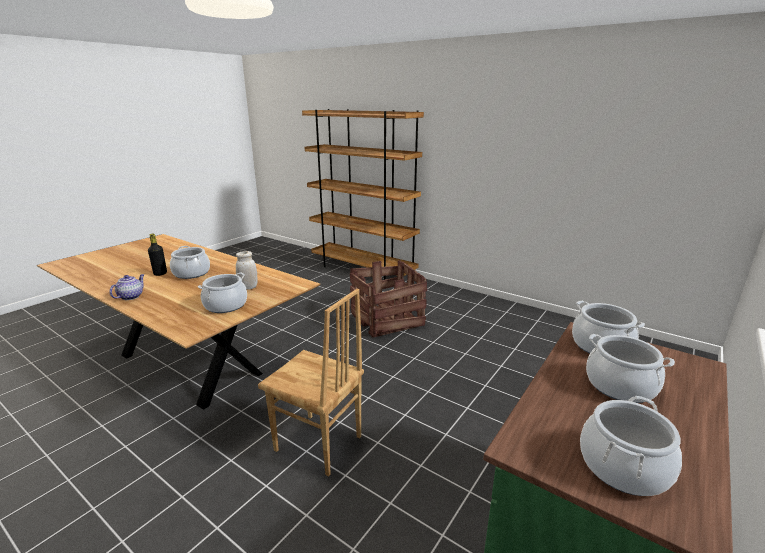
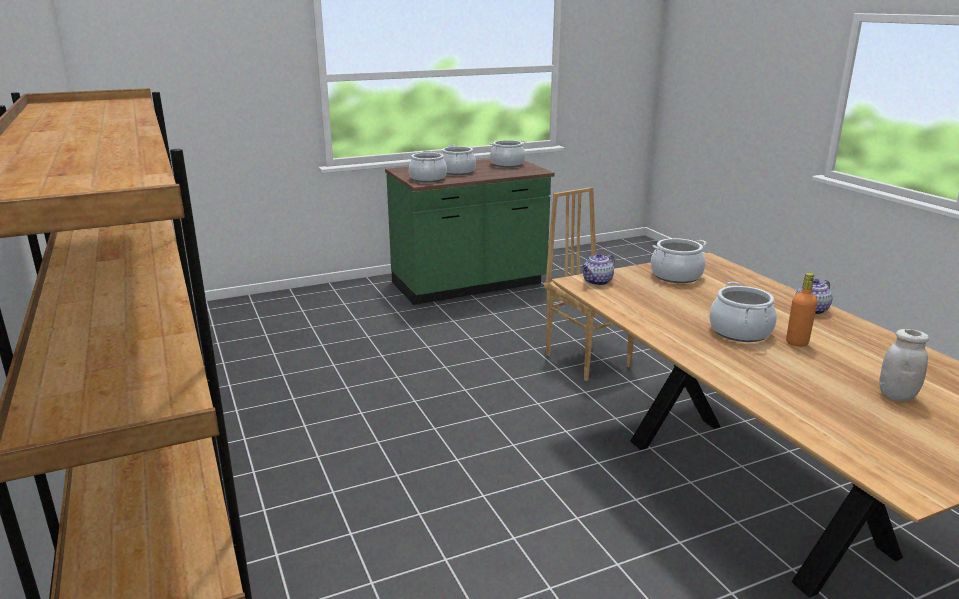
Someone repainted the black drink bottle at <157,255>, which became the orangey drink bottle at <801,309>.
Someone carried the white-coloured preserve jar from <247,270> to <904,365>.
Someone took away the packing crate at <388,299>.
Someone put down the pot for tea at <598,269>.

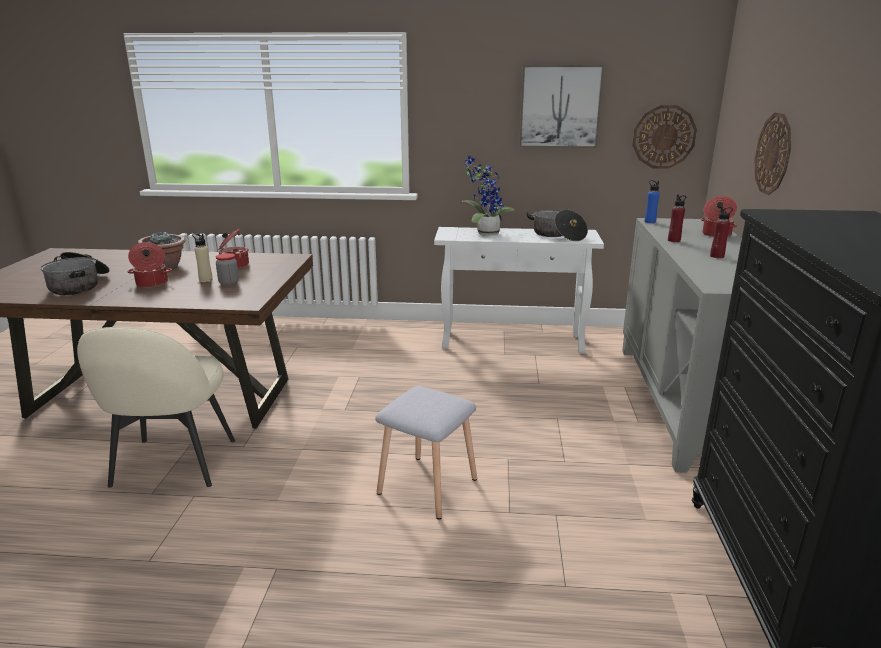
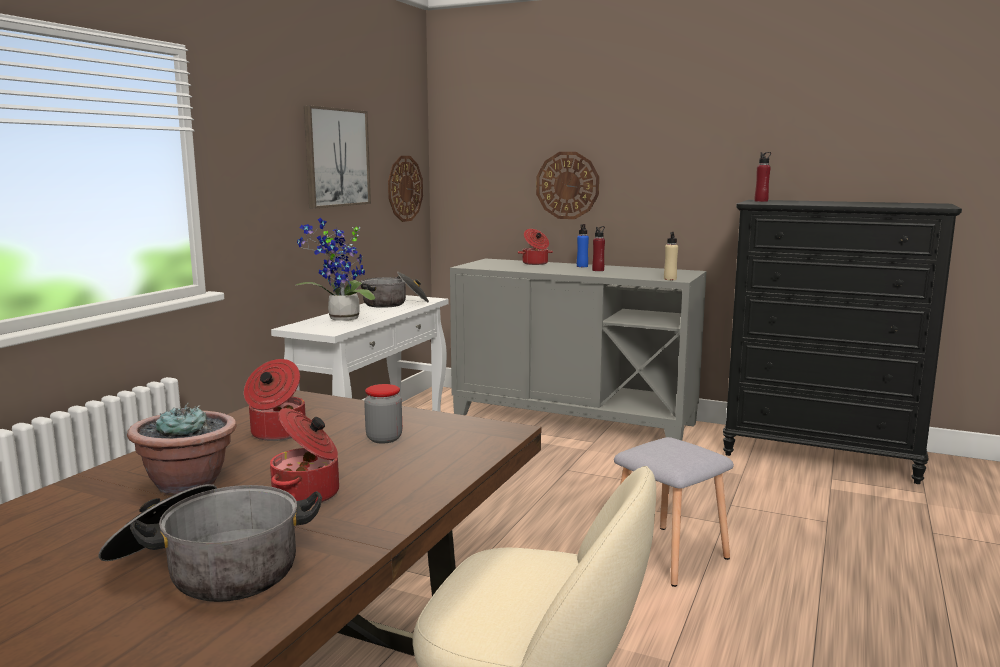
Someone carried the beige drink bottle from <202,257> to <671,256>.
Someone carried the bluish drink bottle from <652,201> to <583,245>.
Someone carried the red drink bottle from <677,218> to <763,177>.

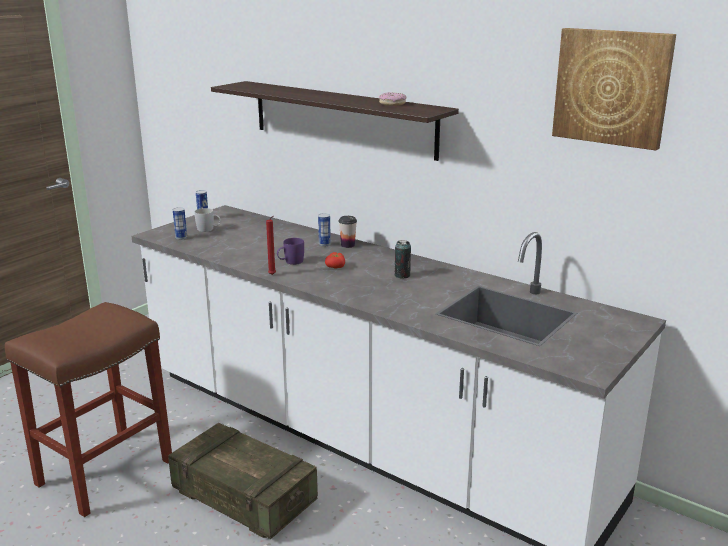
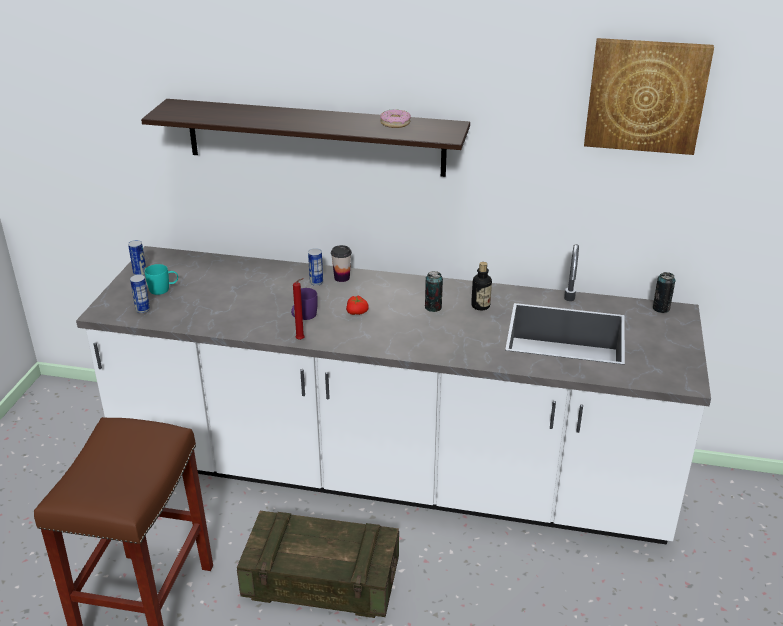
Someone repainted the white-coloured tea mug at <208,220>, which became the turquoise tea mug at <161,279>.
Someone put down the drink bottle at <481,286>.
Someone put down the sealed can at <664,292>.

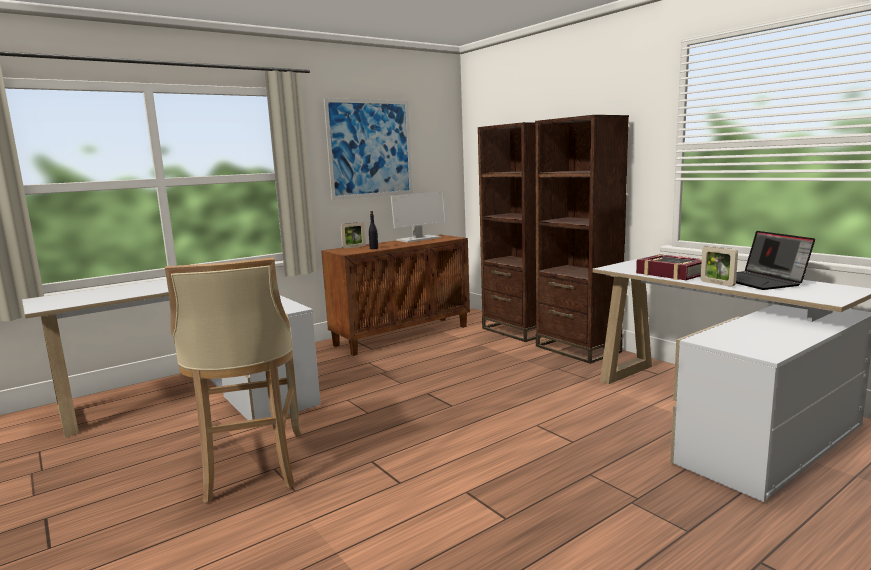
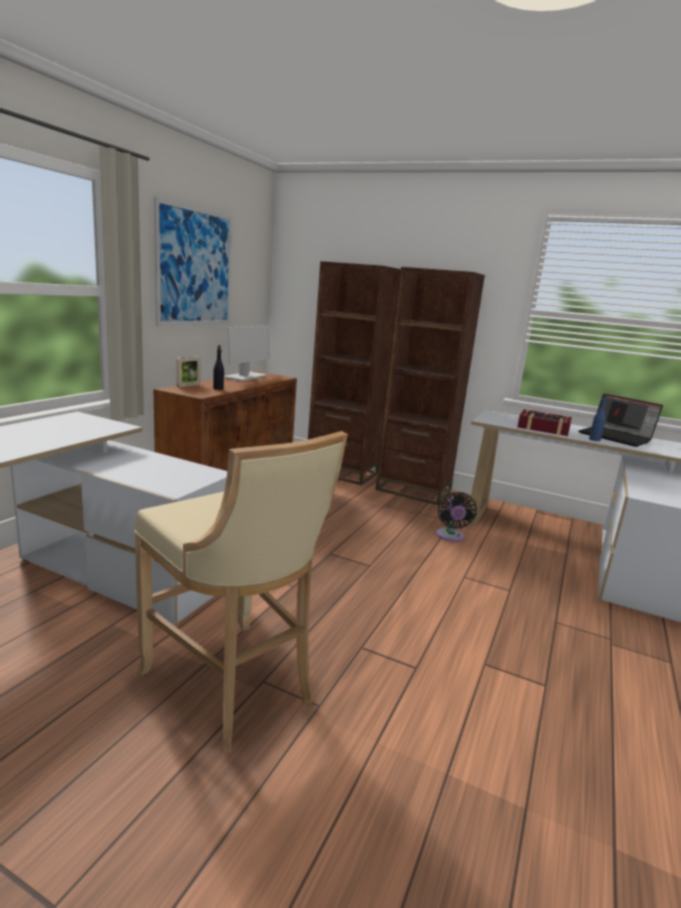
Someone swapped the standing frame at <719,266> for the bluish drink bottle at <598,417>.
Someone put down the black cooling fan at <456,517>.

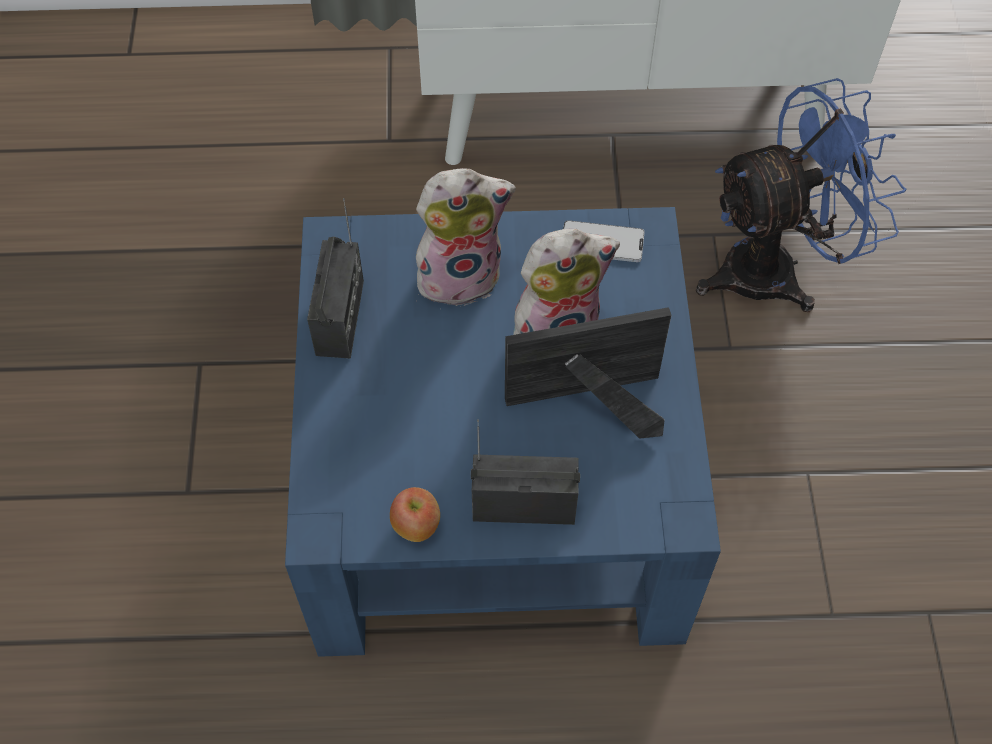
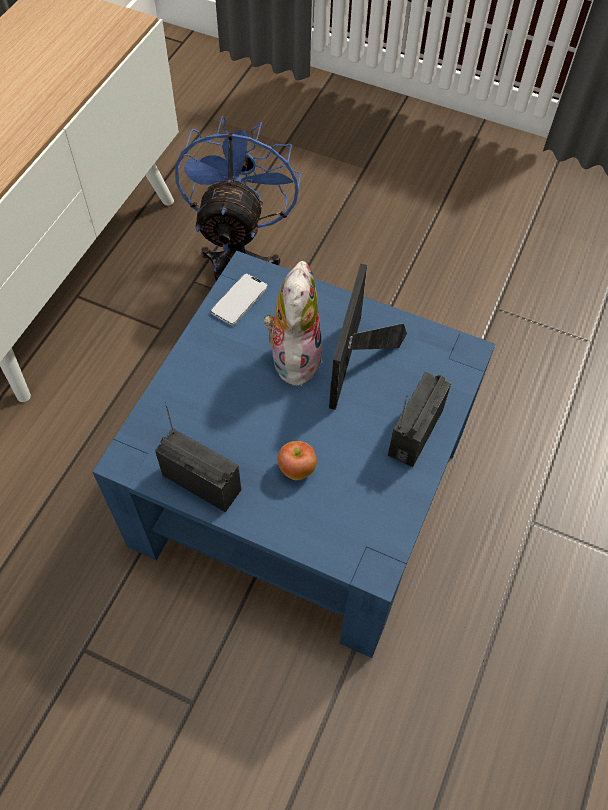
Someone carried the whole apple from <415,514> to <297,460>.
Someone took away the soft toy at <466,238>.

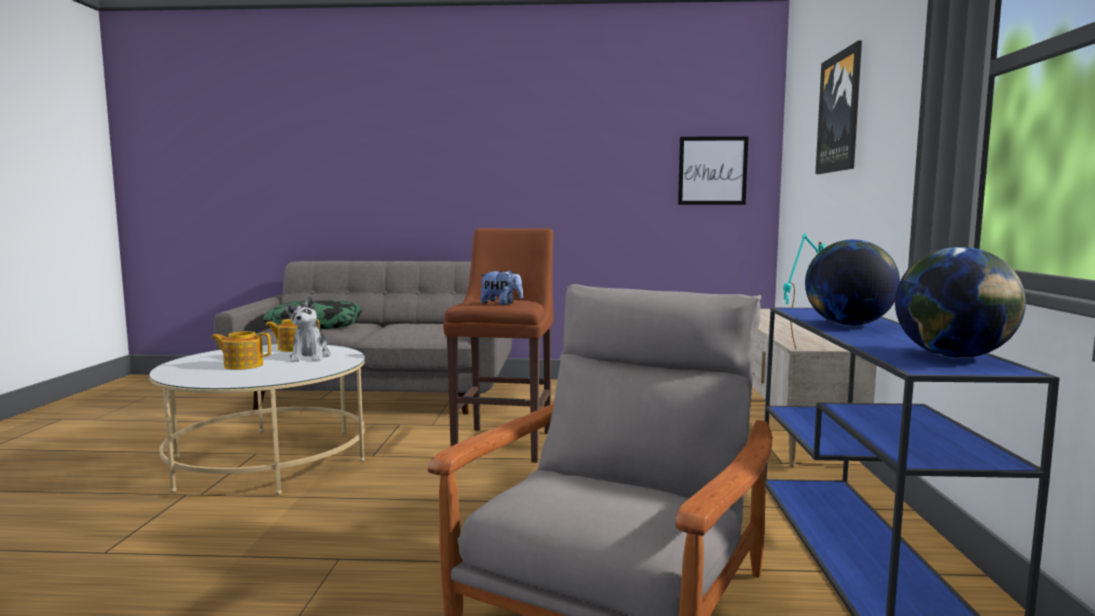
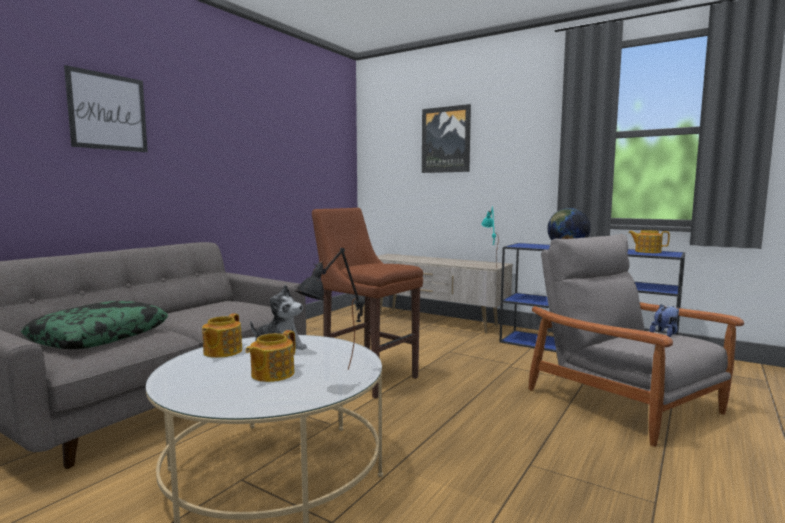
Someone carried the soft toy from <501,287> to <664,320>.
Someone carried the wall picture from <713,170> to <106,108>.
Someone swapped the globe at <960,302> for the pot for tea at <649,241>.
Someone put down the black table lamp at <330,309>.

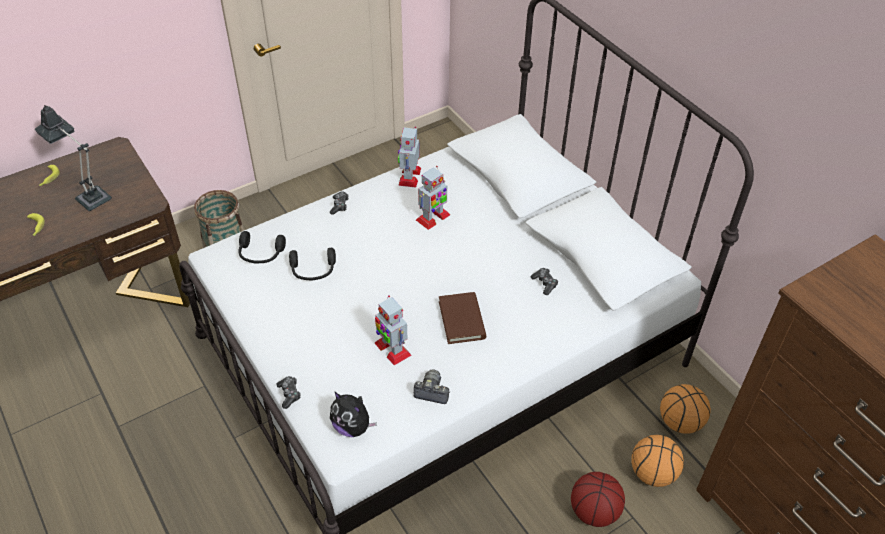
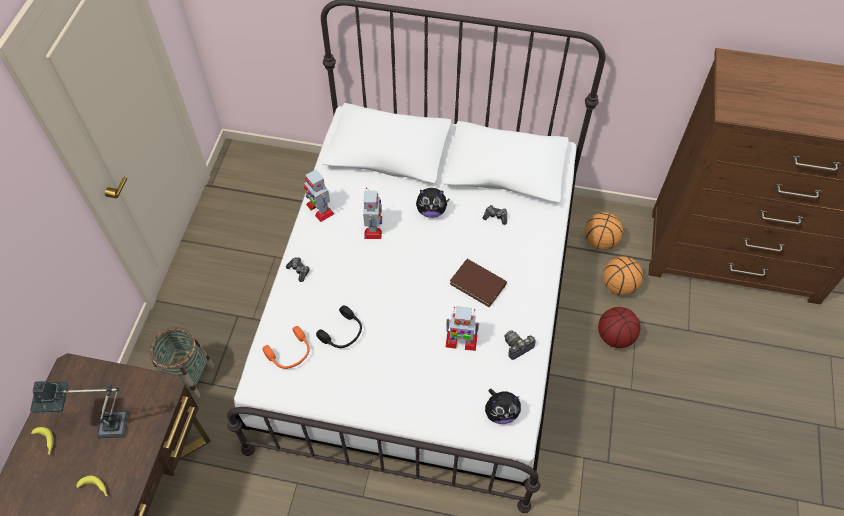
Someone repainted the black headphones at <262,247>, which became the orangey headphones at <286,347>.
Someone took away the joypad at <289,392>.
Someone put down the soft toy at <433,203>.

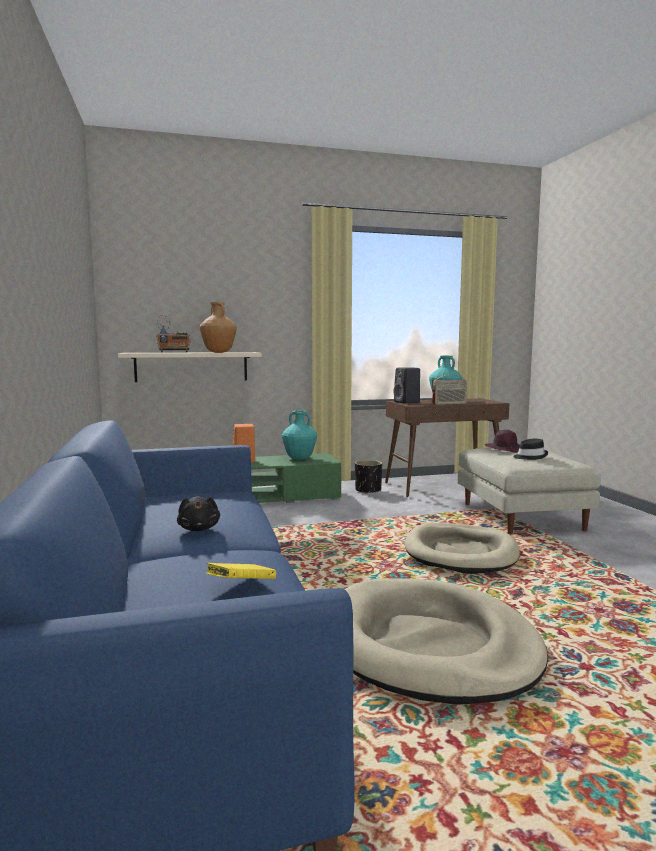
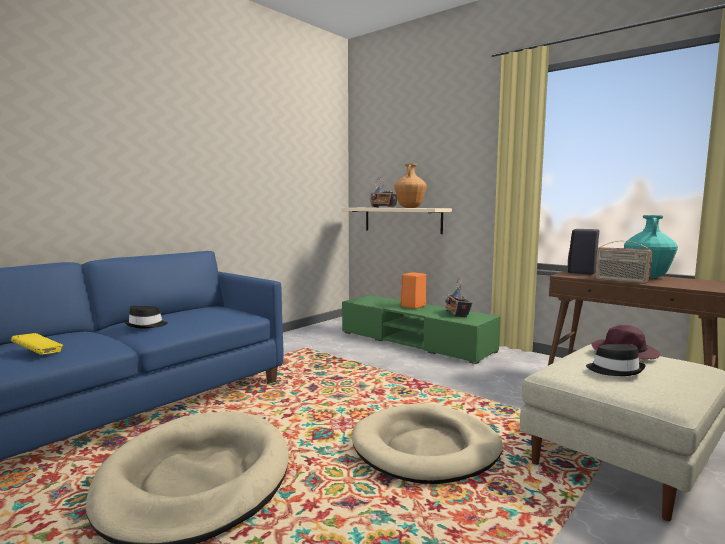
Someone swapped the black soft toy at <198,513> for the black wearable hat at <146,317>.
Someone swapped the turquoise flower vase at <299,435> for the radio receiver at <458,297>.
Someone took away the black plant pot at <368,477>.

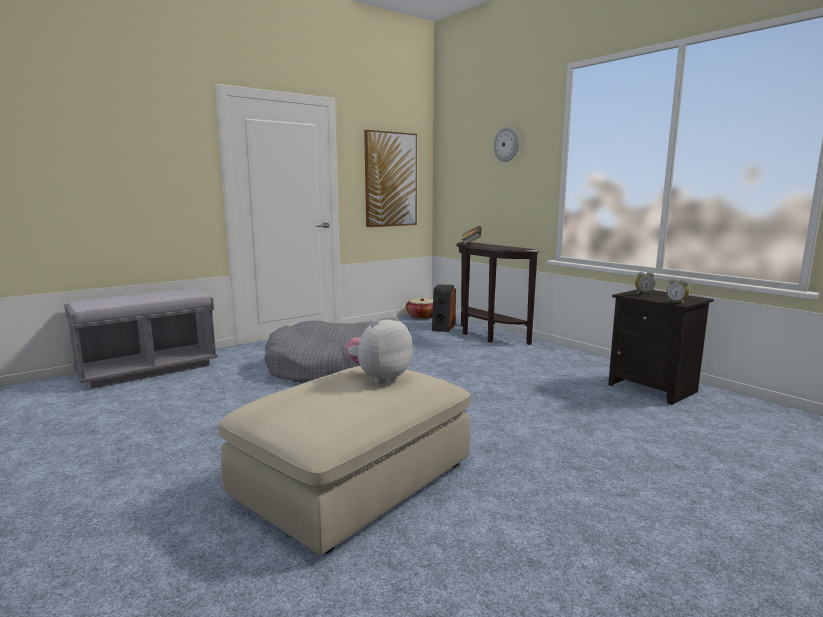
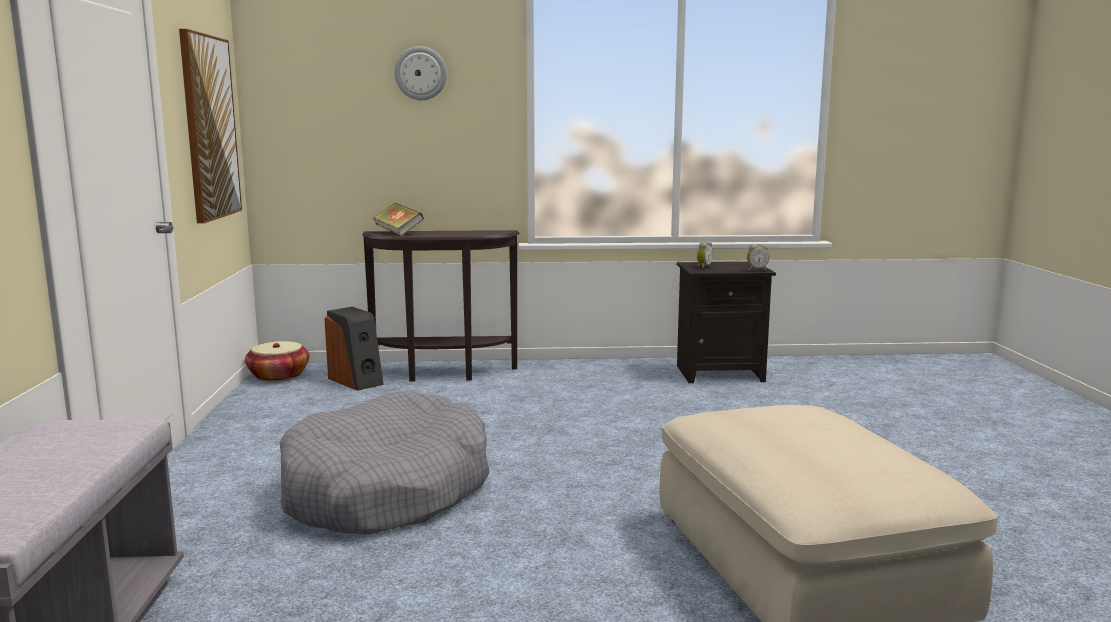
Someone took away the soft toy at <379,349>.

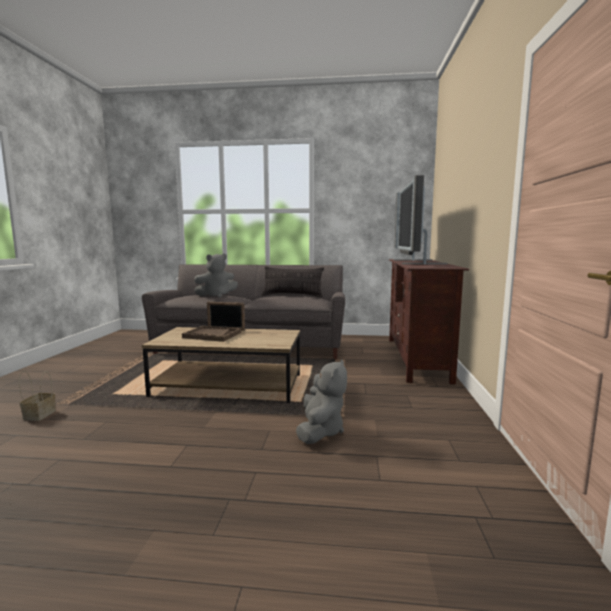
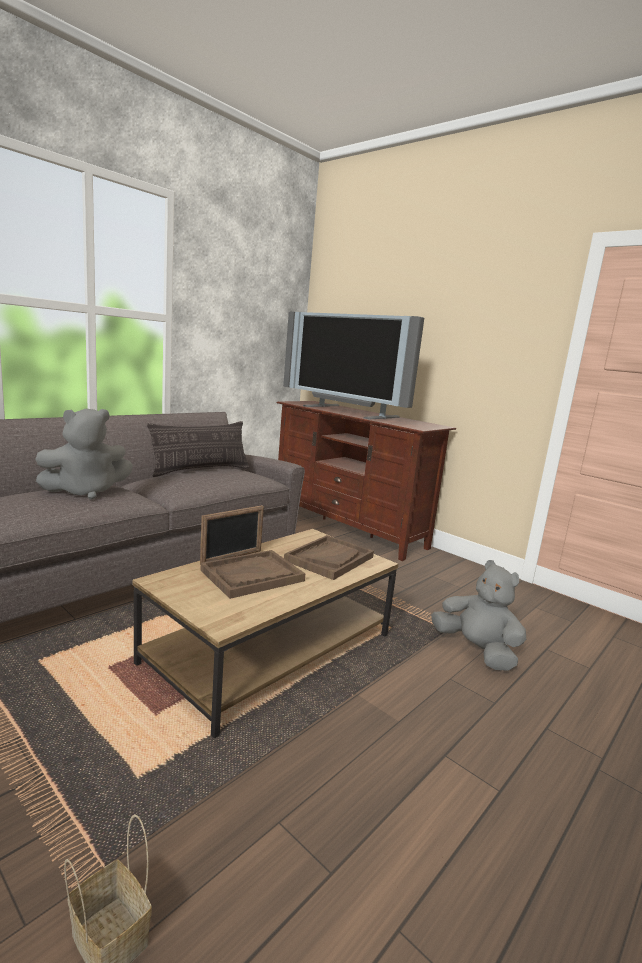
Someone rotated the greyish soft toy at <216,275> by 45 degrees clockwise.
Someone put down the brown-coloured serving tray at <329,557>.

